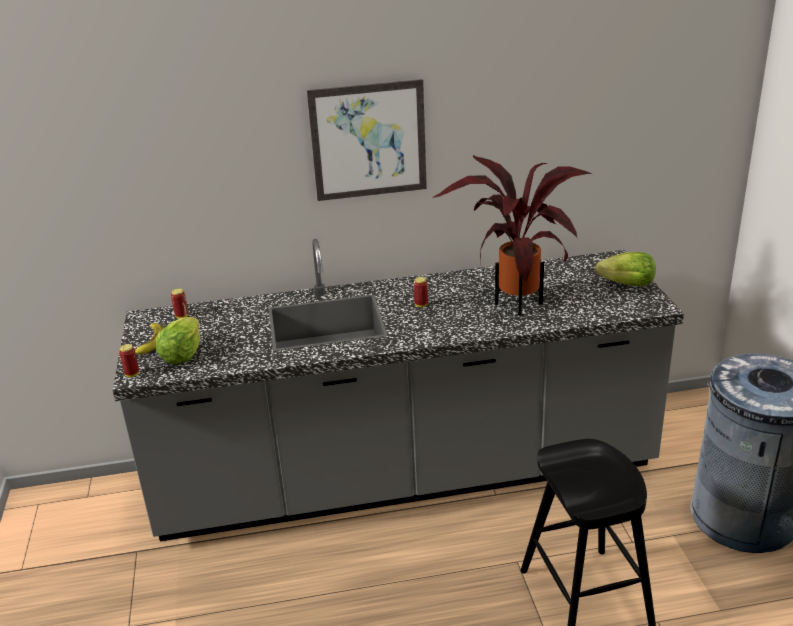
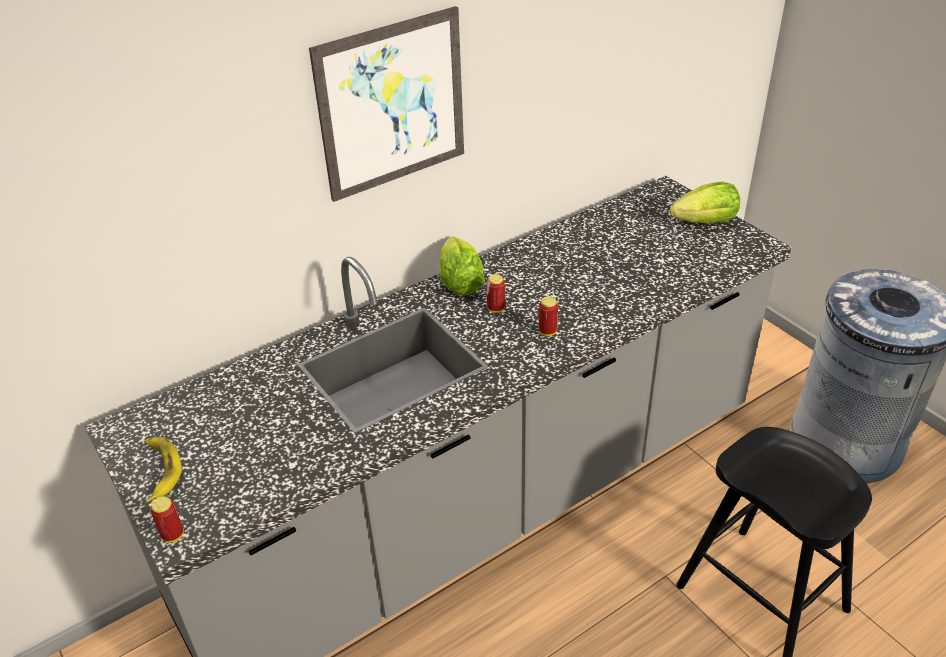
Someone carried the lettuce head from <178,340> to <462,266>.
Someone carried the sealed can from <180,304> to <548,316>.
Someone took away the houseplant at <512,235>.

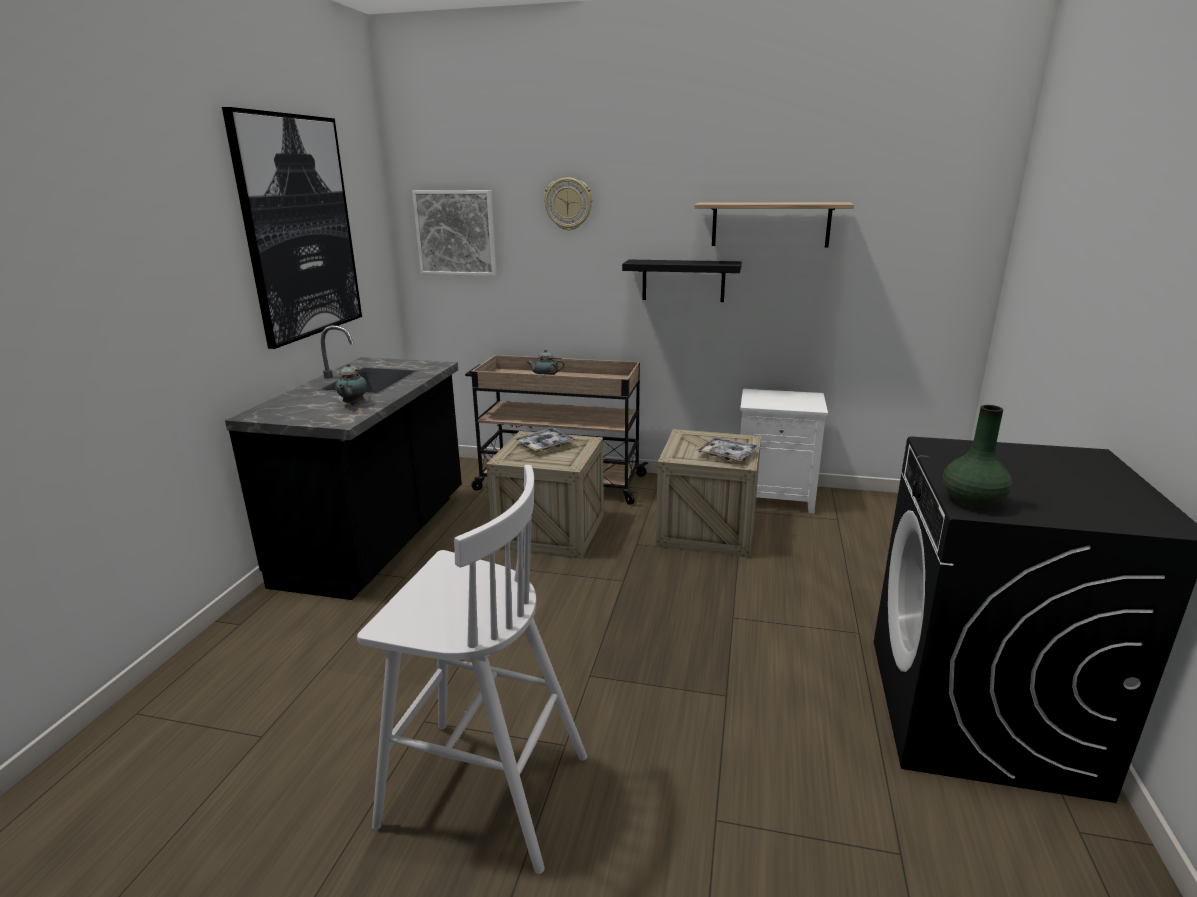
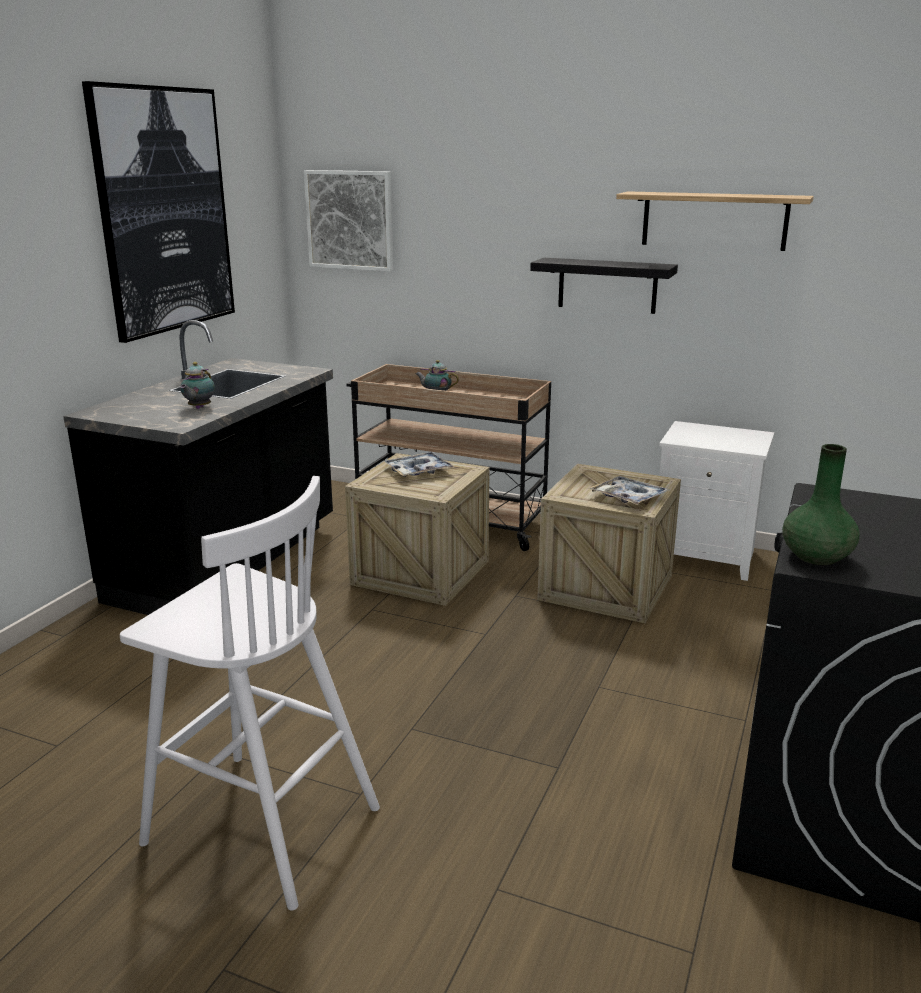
Someone took away the wall clock at <568,204>.

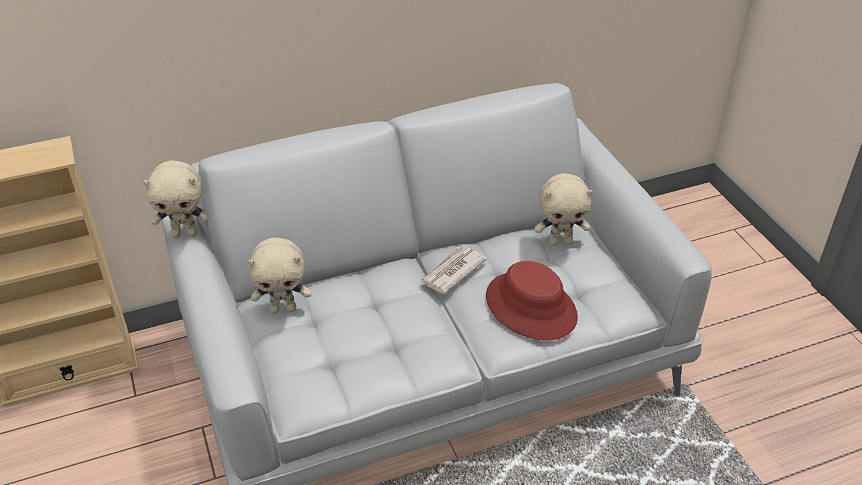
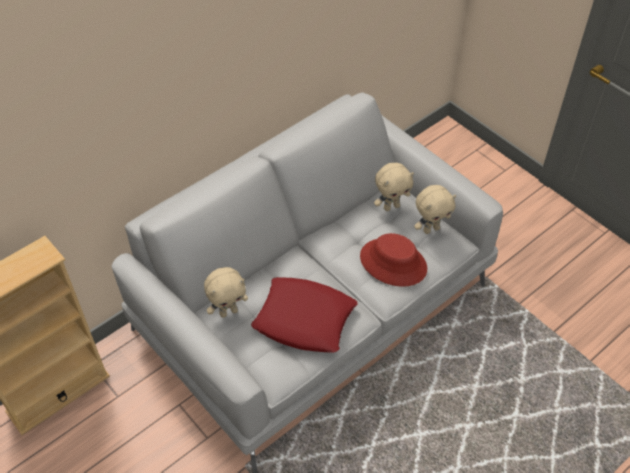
Someone carried the beige soft toy from <175,199> to <435,209>.
Someone took away the newspaper at <453,269>.
Someone put down the red throw pillow at <304,315>.

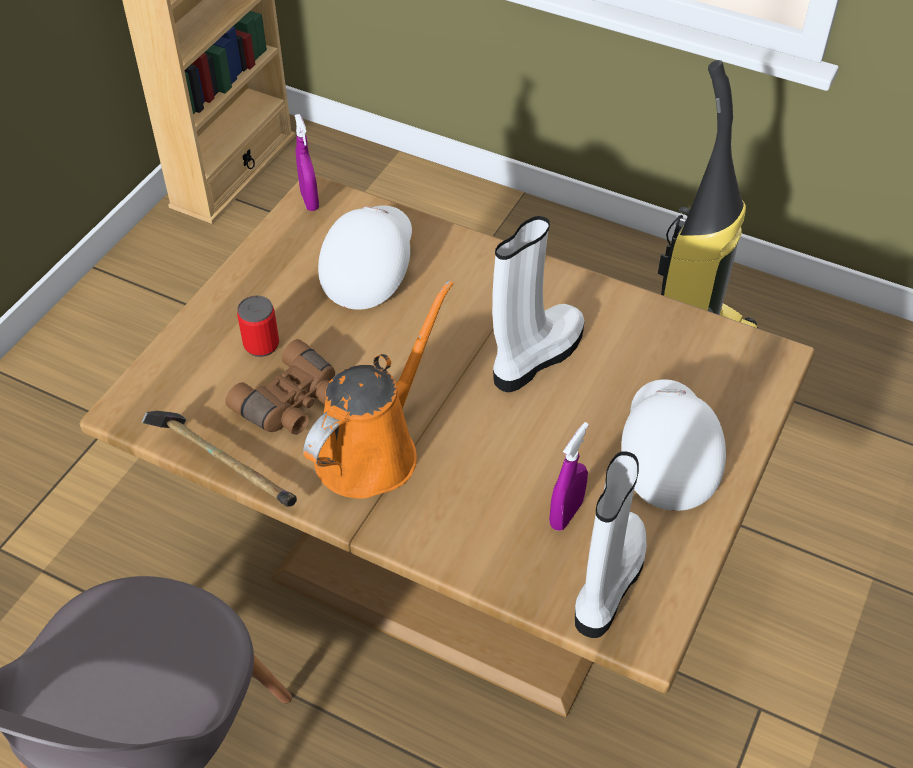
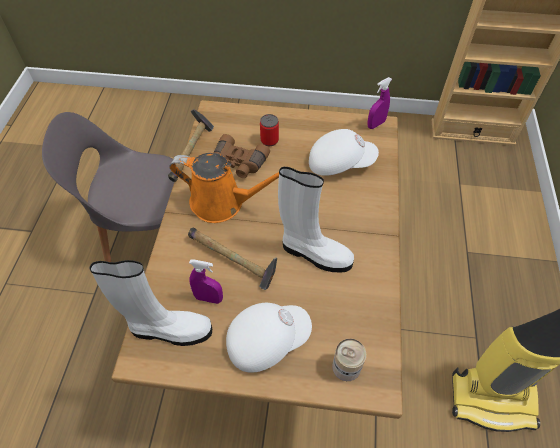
Someone put down the tool hammer at <232,259>.
Someone put down the sealed can at <349,360>.

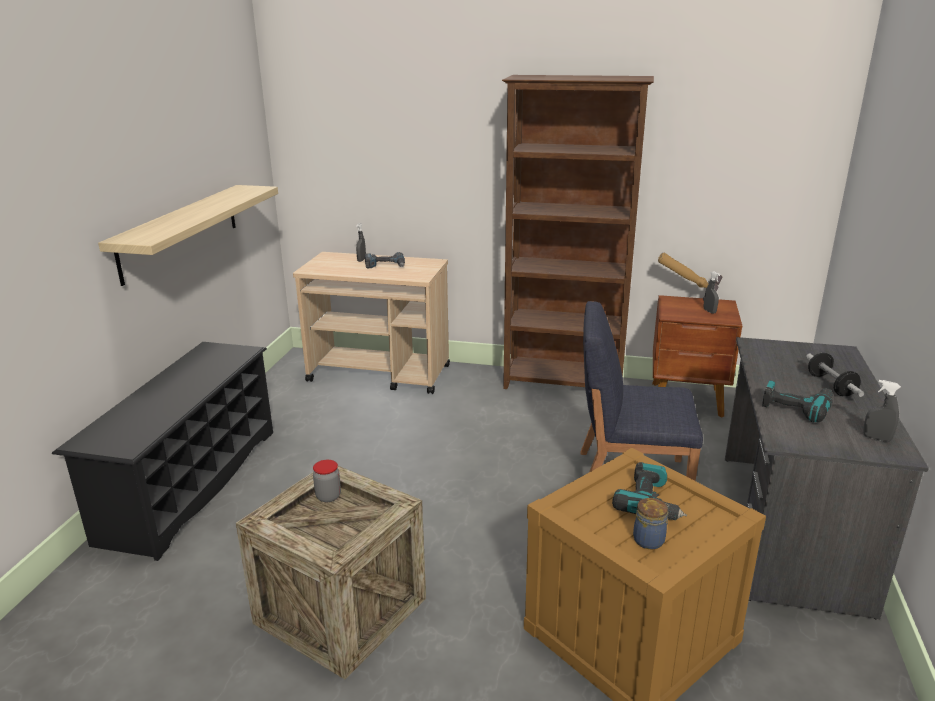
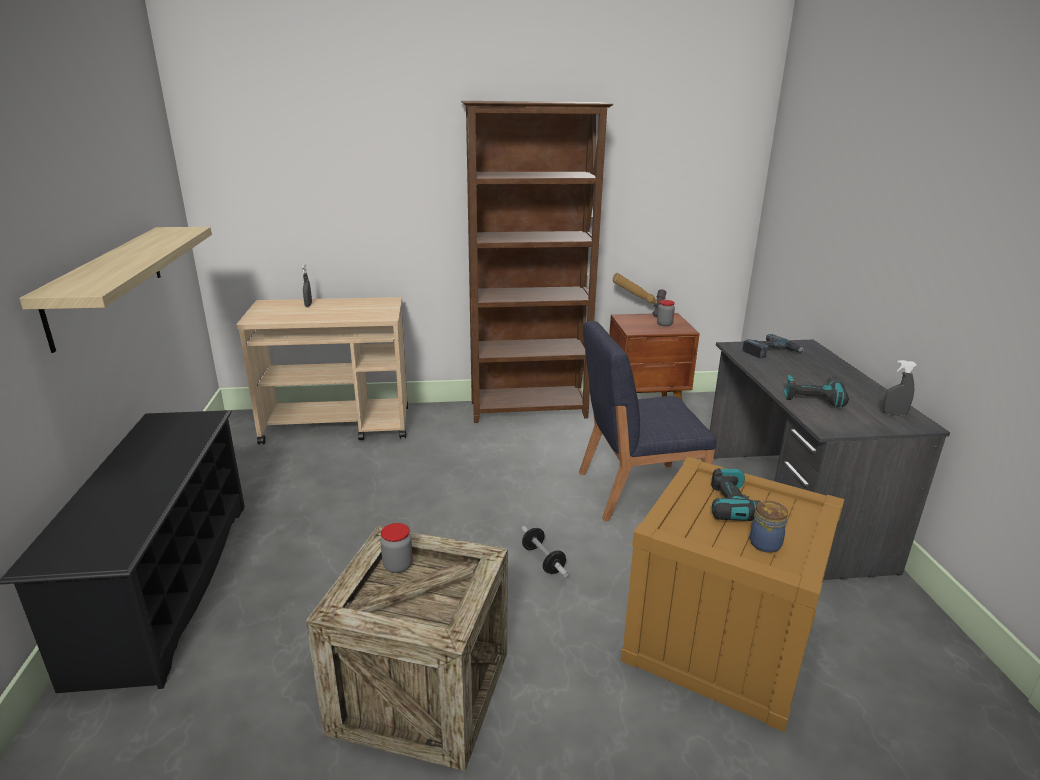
Someone carried the electric drill from <385,260> to <774,346>.
Someone swapped the greyish hand sprayer at <712,292> for the preserve jar at <666,313>.
Someone carried the hand weight from <835,375> to <544,551>.

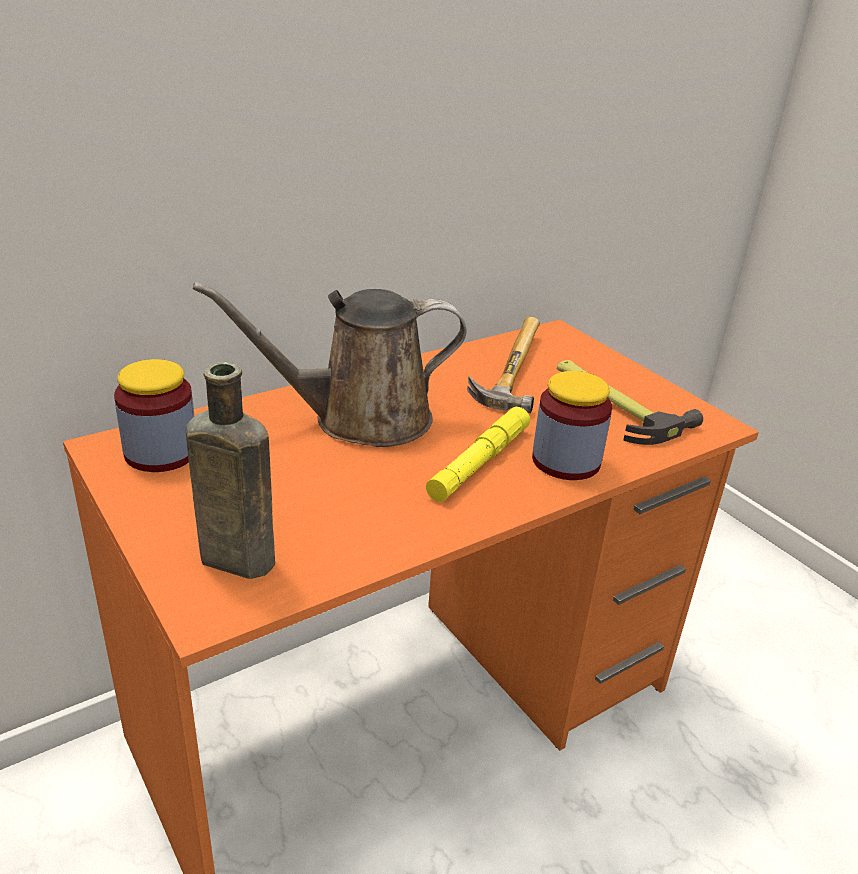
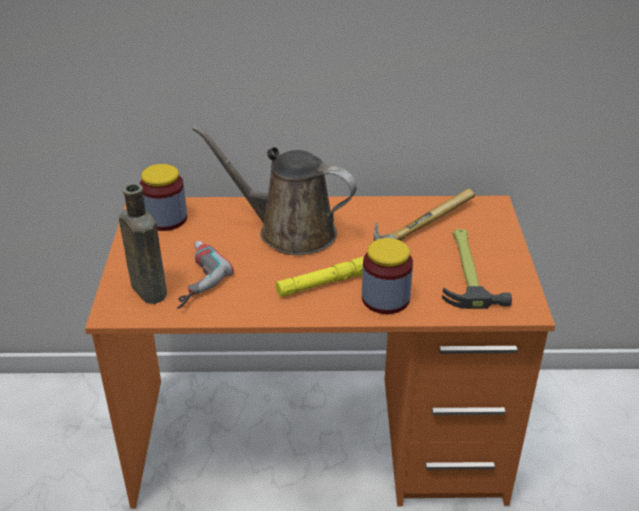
Someone put down the electric drill at <205,275>.

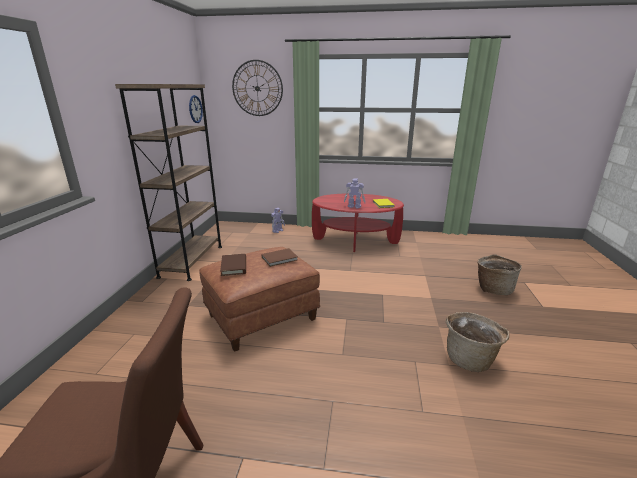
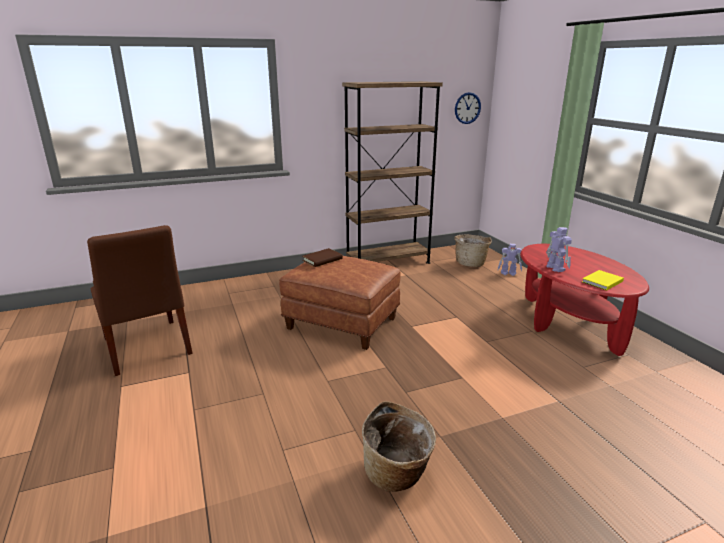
Someone took away the wall clock at <257,88>.
Someone took away the brown-coloured book at <280,257>.
Someone carried the basket from <500,274> to <473,250>.

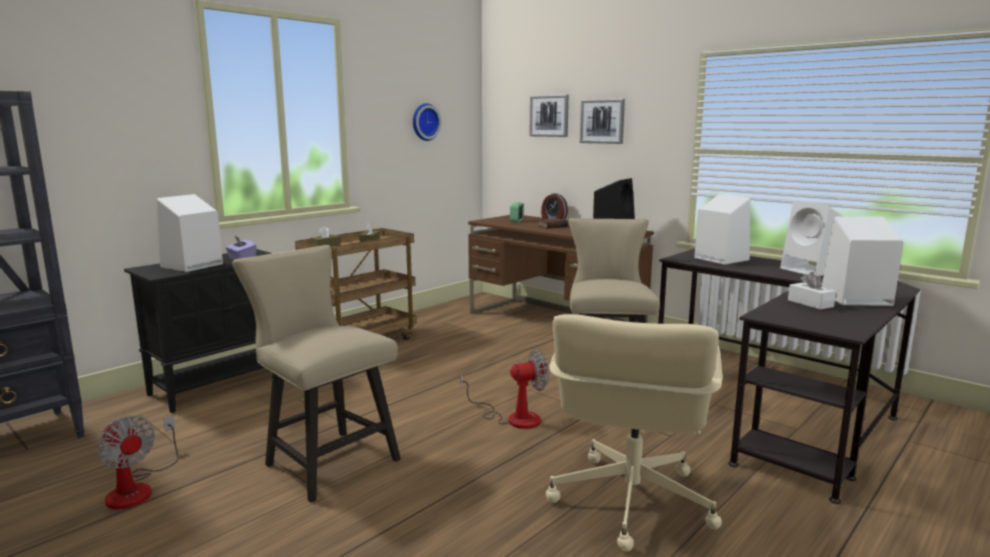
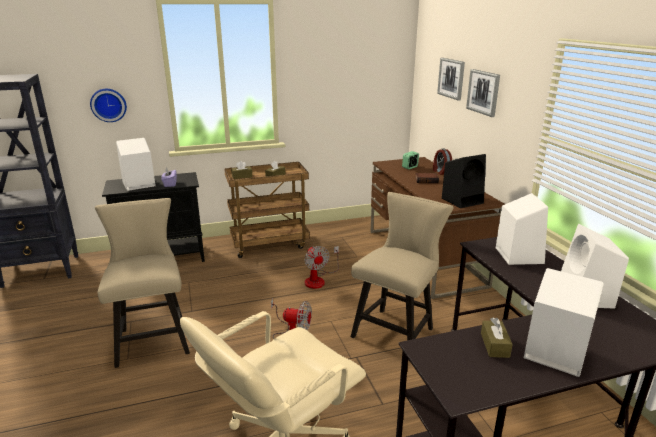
Someone carried the cooling fan from <138,462> to <322,267>.
Someone carried the wall clock from <427,122> to <108,105>.
Someone repainted the white-coloured box of tissues at <812,291>, which became the brown-coloured box of tissues at <497,338>.

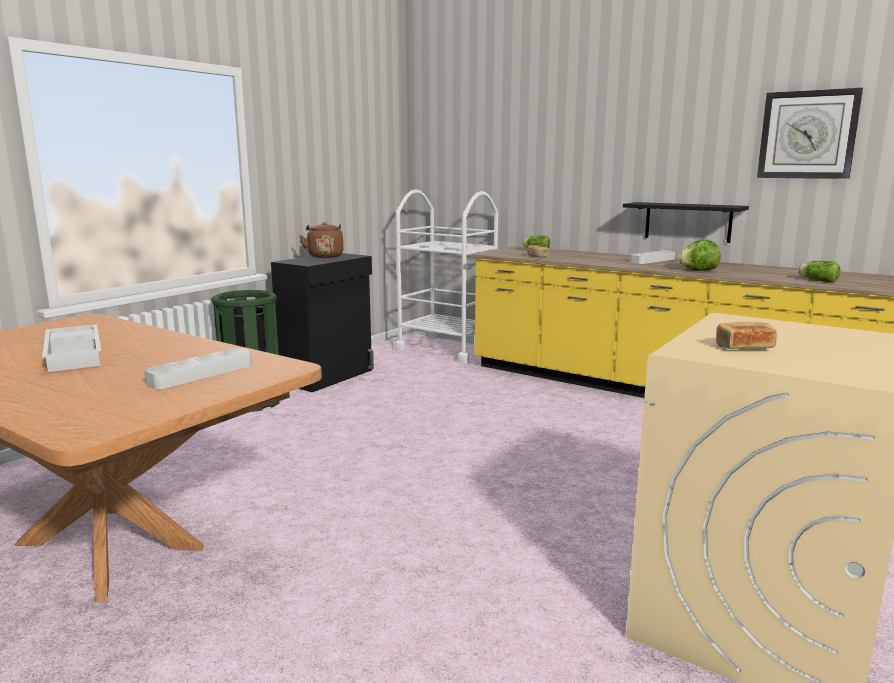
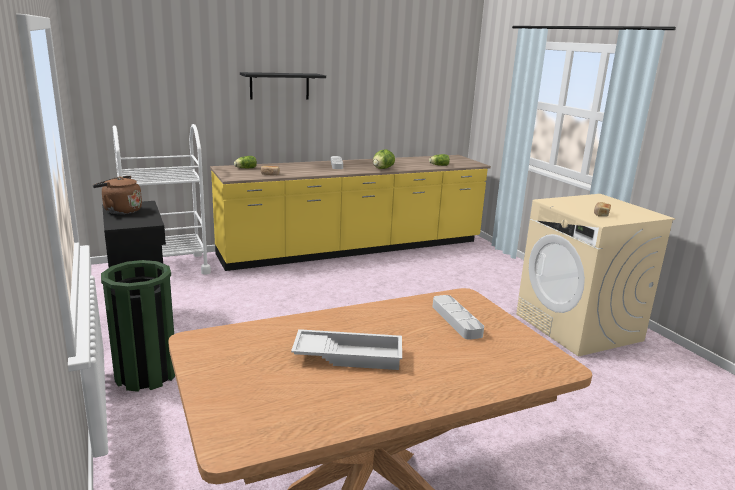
Someone carried the black shelf from <686,222> to <283,86>.
Someone took away the wall clock at <810,133>.

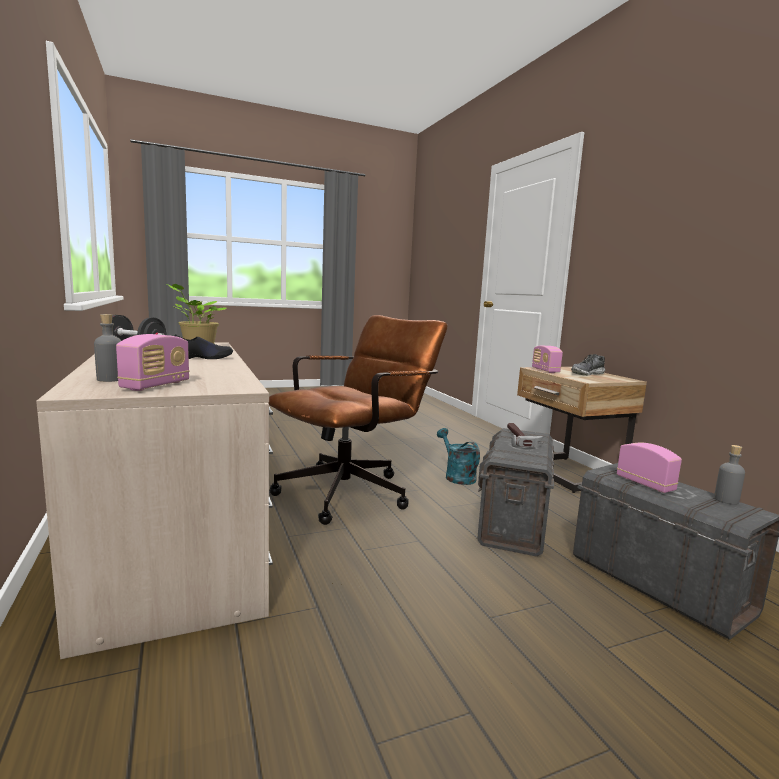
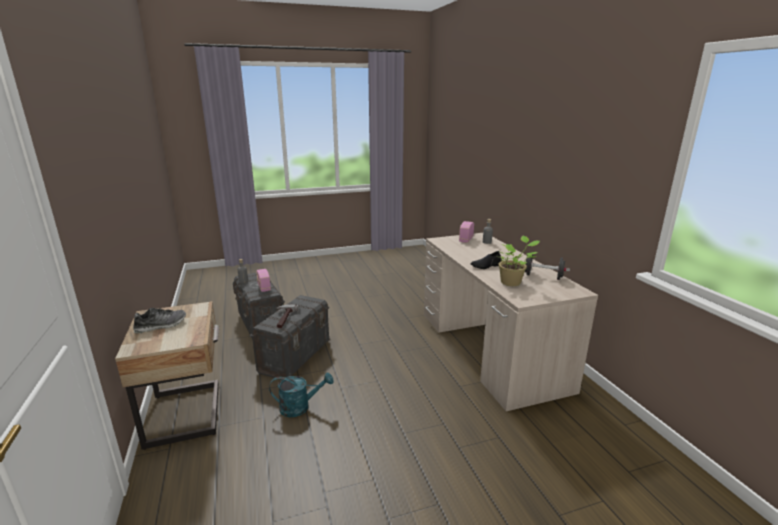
Someone took away the brown-coloured desk chair at <358,420>.
Someone rotated the turquoise sprinkling can at <458,456> by 75 degrees counterclockwise.
Someone took away the radio receiver at <547,359>.

